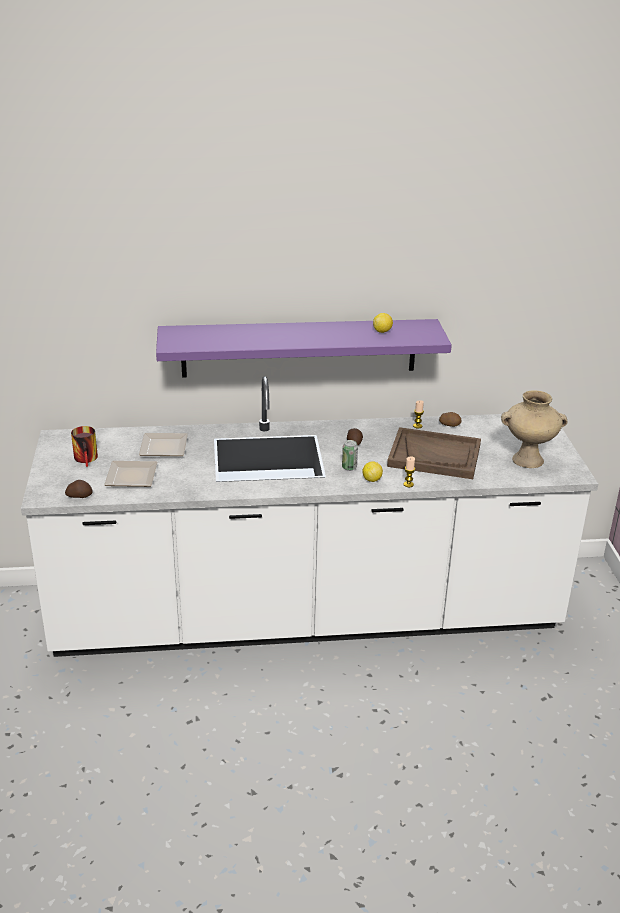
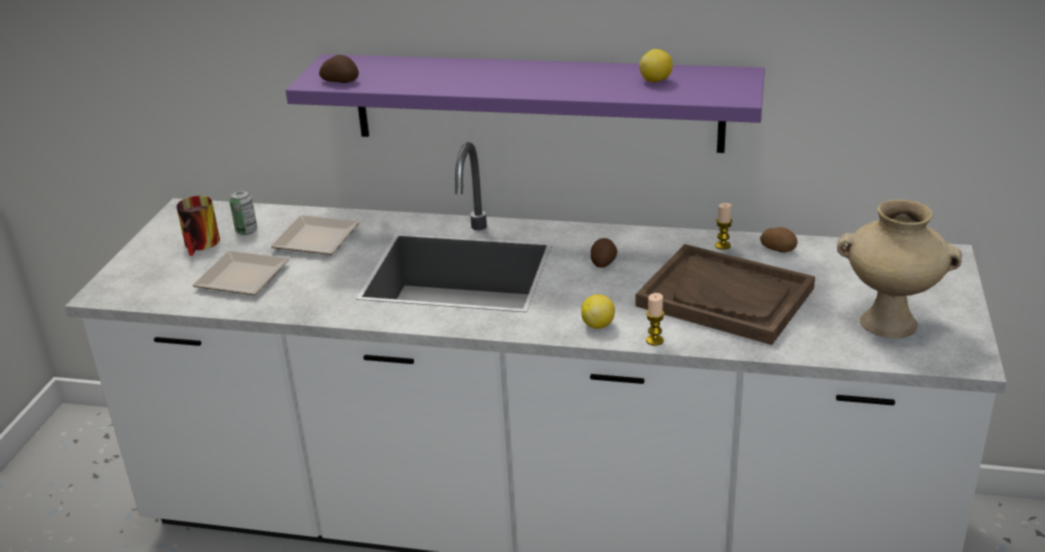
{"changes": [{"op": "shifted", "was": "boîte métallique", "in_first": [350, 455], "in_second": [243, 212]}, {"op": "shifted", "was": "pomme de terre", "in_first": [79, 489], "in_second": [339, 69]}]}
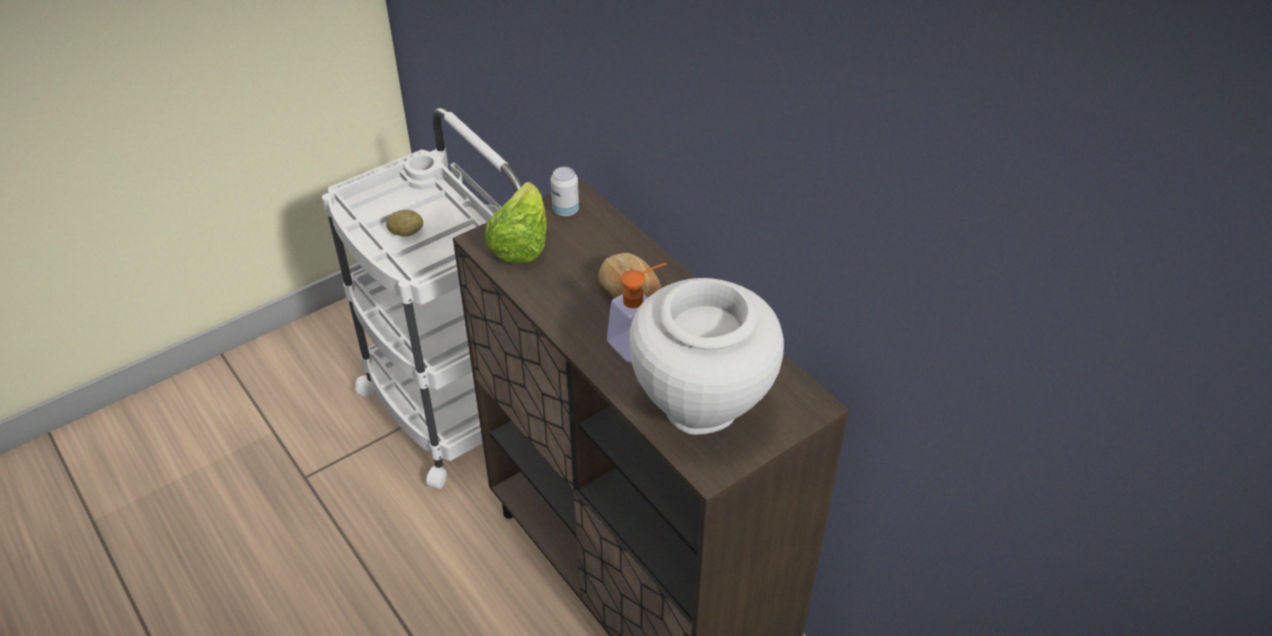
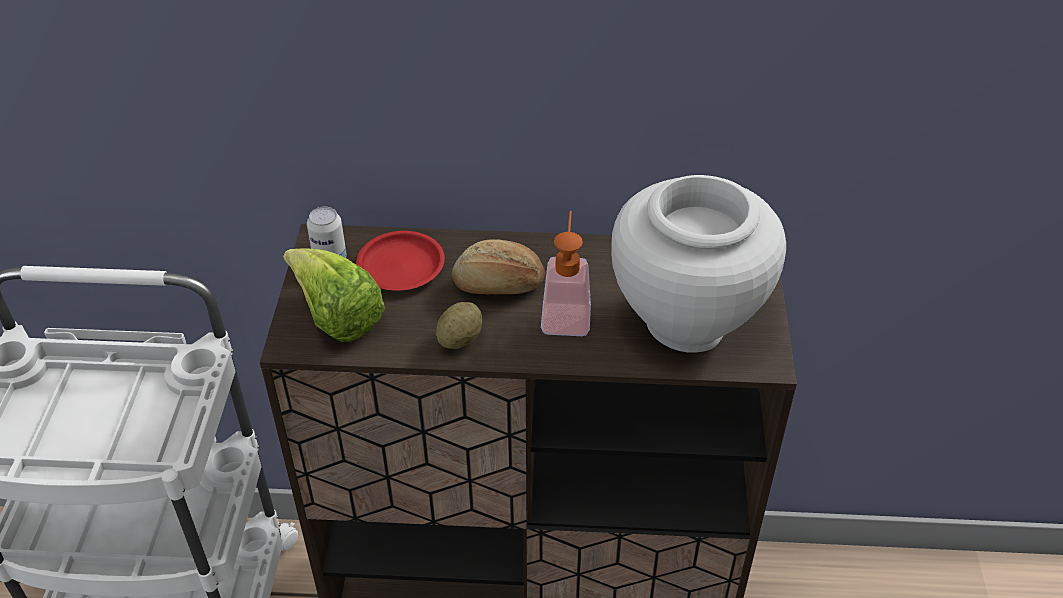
{"changes": [{"op": "new", "now": "assiette/rouge", "in_second": [400, 261]}, {"op": "shifted", "was": "pomme de terre", "in_first": [404, 223], "in_second": [459, 325]}]}
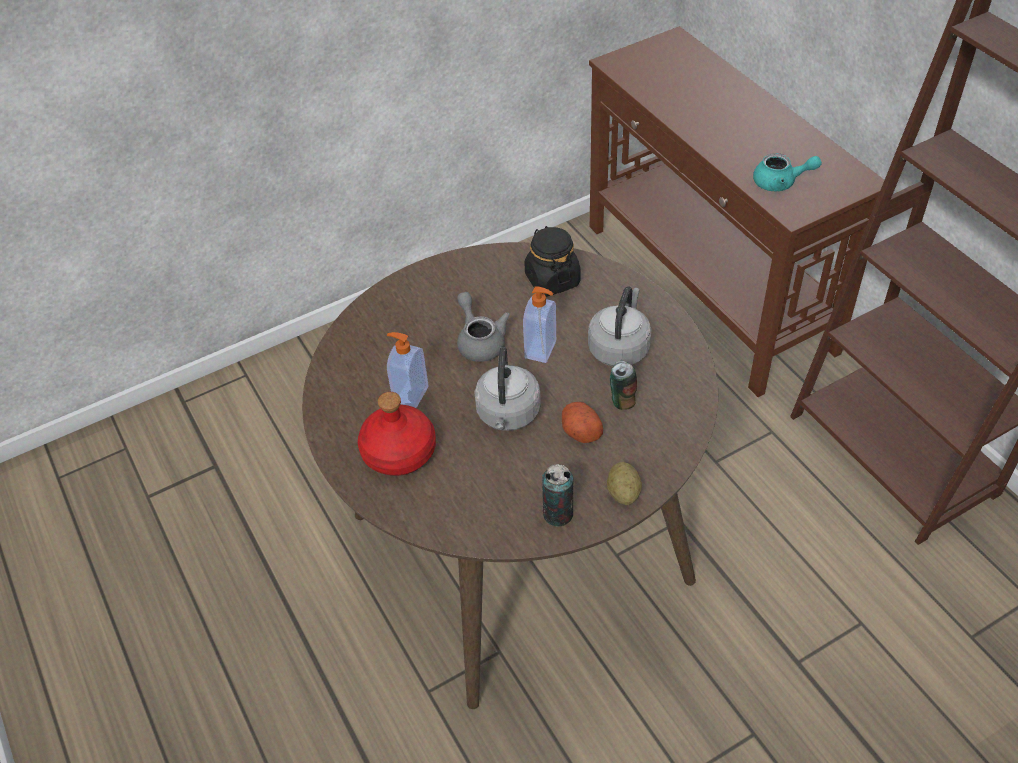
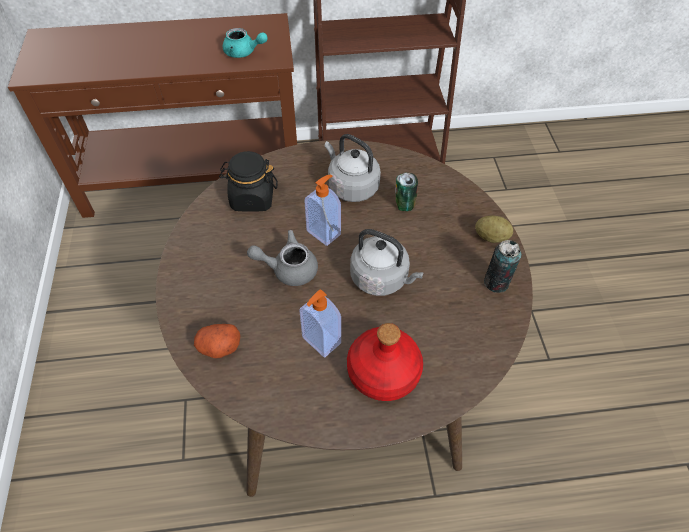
{"changes": [{"op": "shifted", "was": "pomme de terre", "in_first": [582, 422], "in_second": [217, 341]}, {"op": "rotated", "was": "théière/turquoise", "in_first": [787, 172], "in_second": [245, 43], "clockwise": 75}]}
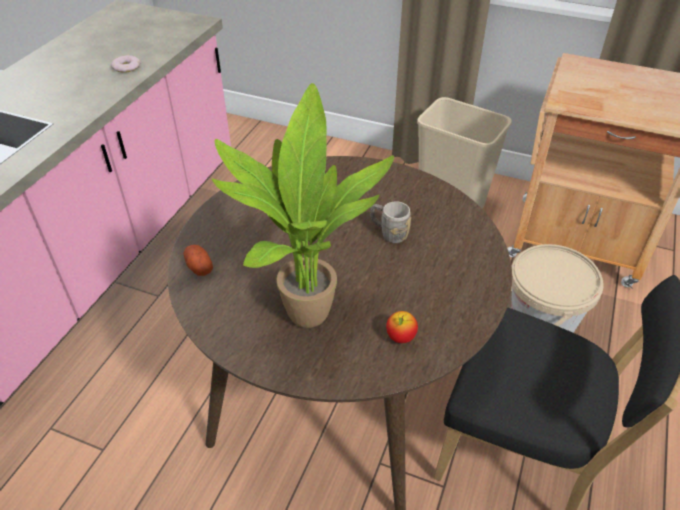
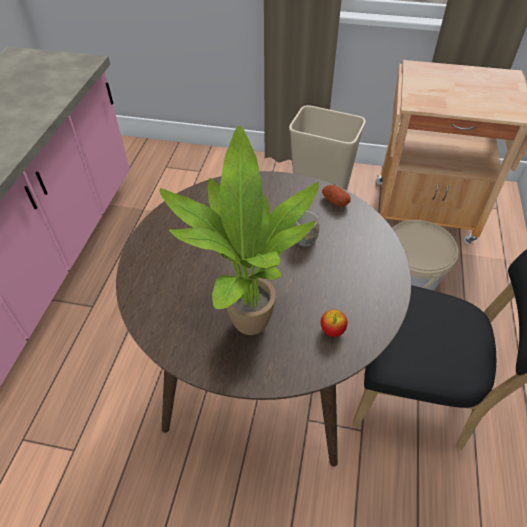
{"changes": [{"op": "shifted", "was": "pomme de terre", "in_first": [198, 260], "in_second": [336, 196]}, {"op": "gone", "was": "beignet", "in_first": [126, 64]}]}
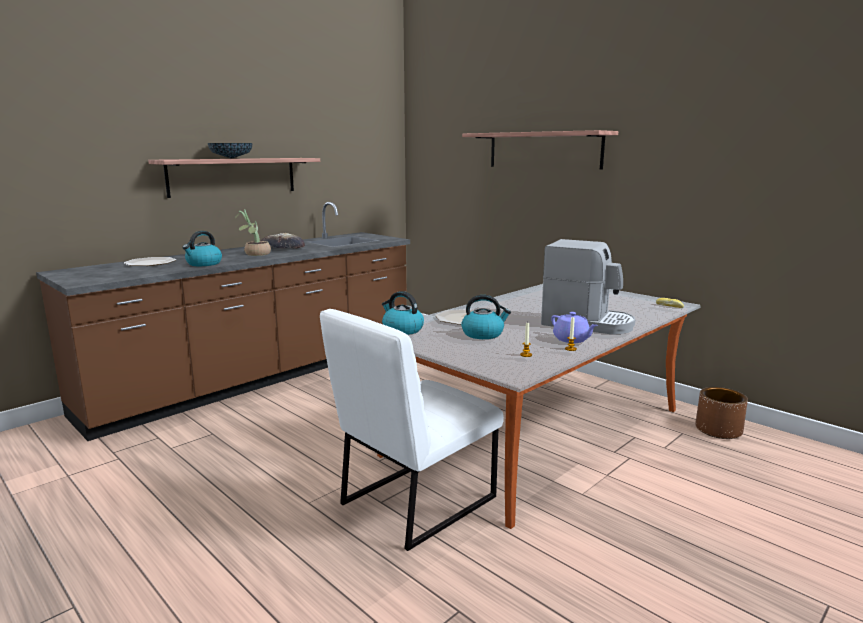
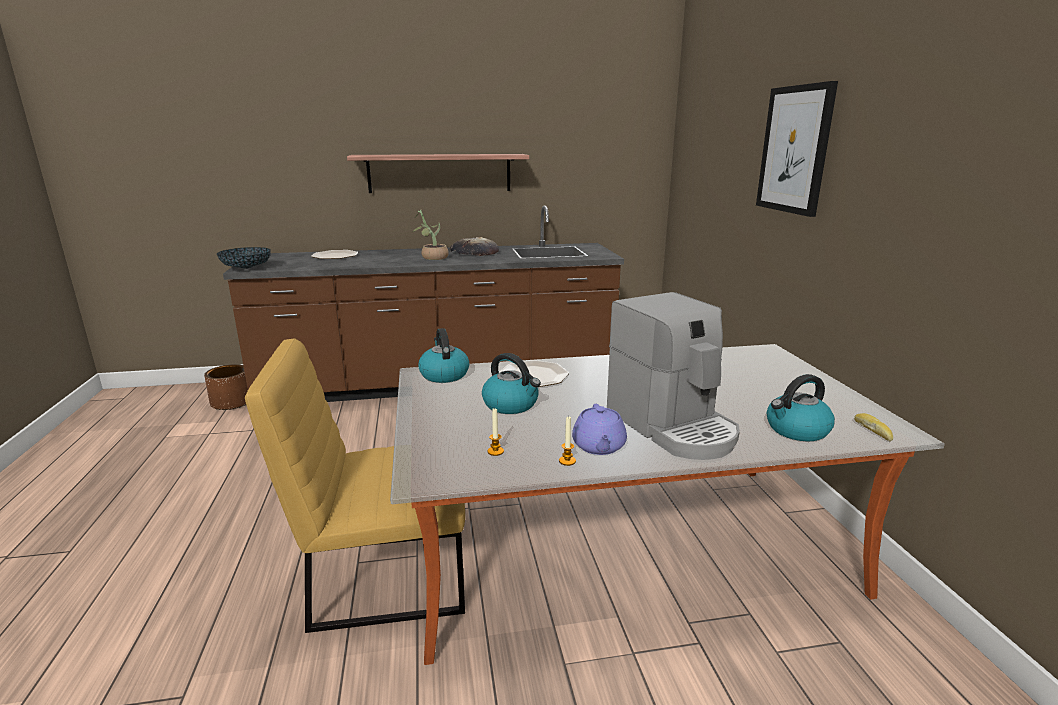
{"changes": [{"op": "shifted", "was": "cache-pot/marron", "in_first": [721, 413], "in_second": [226, 387]}, {"op": "shifted", "was": "bol", "in_first": [230, 151], "in_second": [243, 258]}, {"op": "repainted", "was": "chaise/blanc", "now": "chaise/jaune", "in_first": [412, 430], "in_second": [355, 485]}, {"op": "swapped", "was": "étagère", "now": "tableau", "in_first": [540, 150], "in_second": [797, 149]}, {"op": "shifted", "was": "bouilloire", "in_first": [202, 248], "in_second": [801, 407]}]}
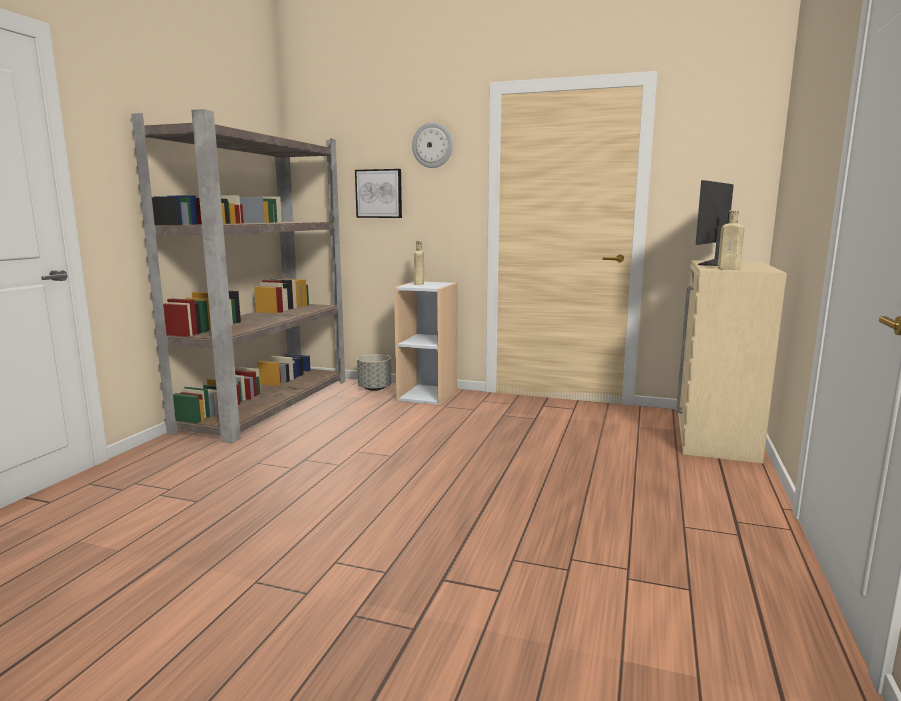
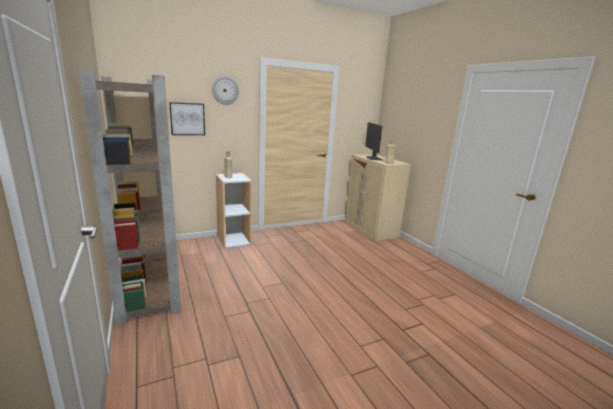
{"changes": [{"op": "gone", "was": "cache-pot/gris", "in_first": [374, 372]}]}
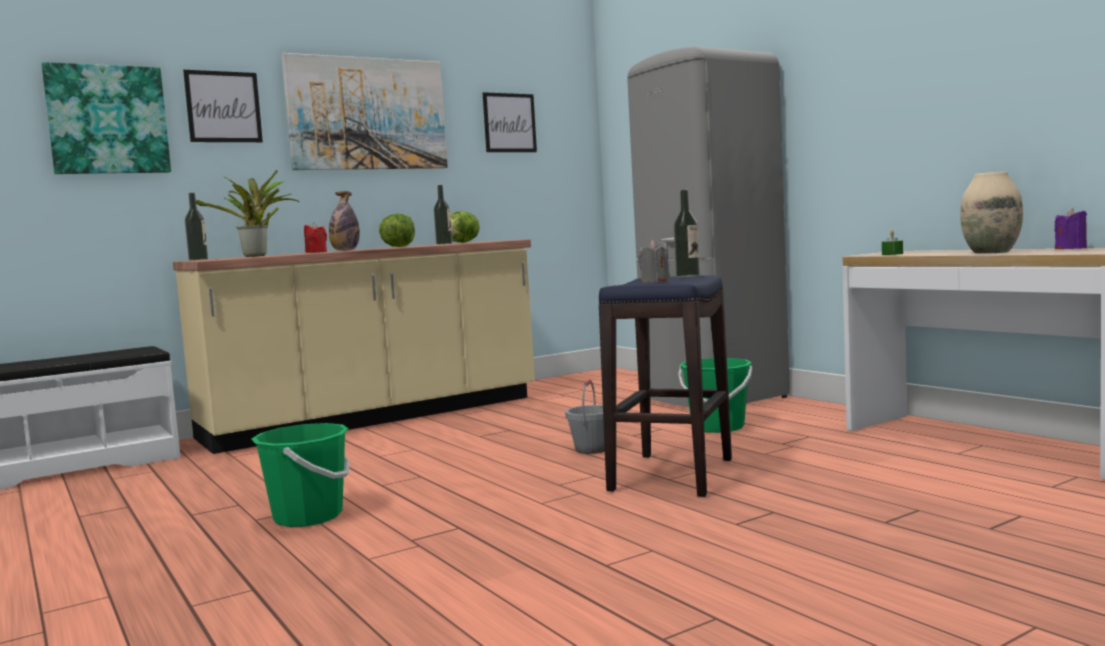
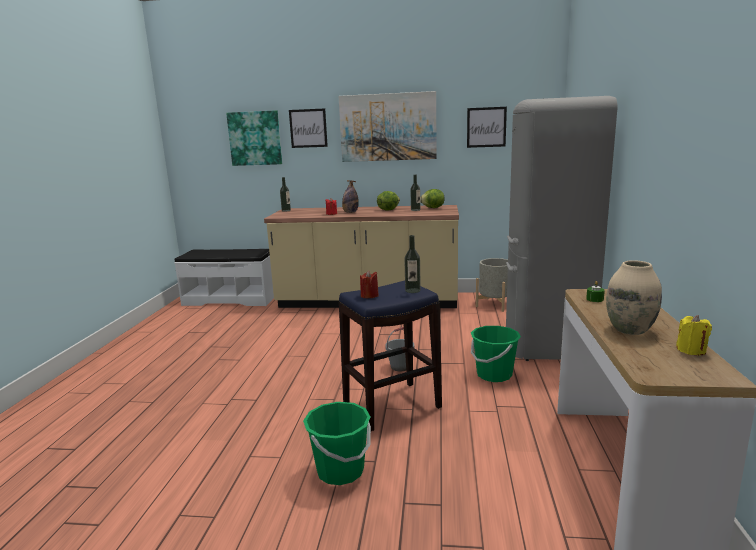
{"changes": [{"op": "shifted", "was": "seau/vert", "in_first": [301, 475], "in_second": [337, 443]}, {"op": "repainted", "was": "bougie/gris", "now": "bougie/rouge", "in_first": [654, 261], "in_second": [369, 284]}, {"op": "new", "now": "cache-pot/gris", "in_second": [492, 285]}, {"op": "repainted", "was": "bougie/violet", "now": "bougie/jaune", "in_first": [1070, 228], "in_second": [694, 335]}, {"op": "gone", "was": "plante en pot", "in_first": [247, 213]}]}
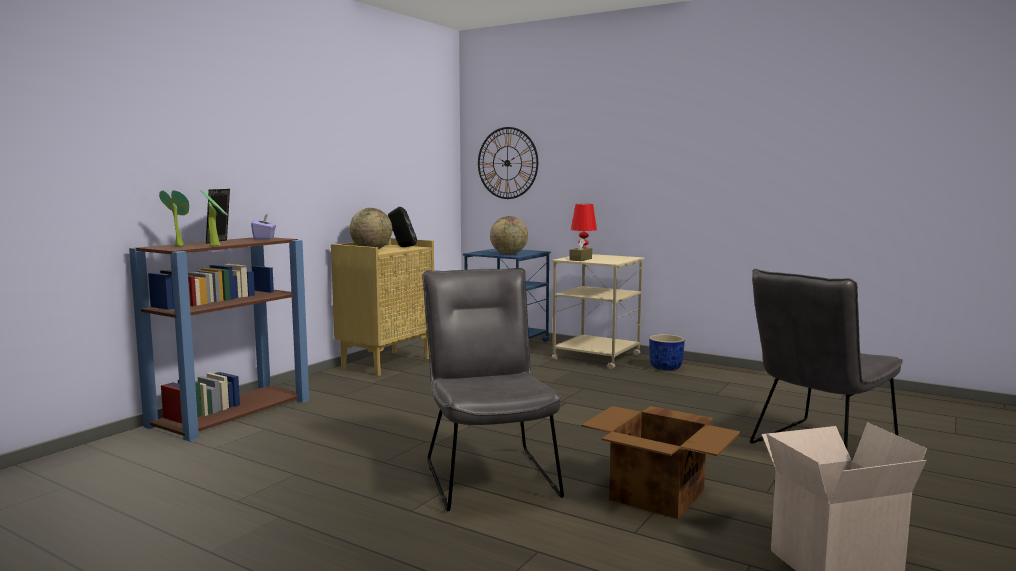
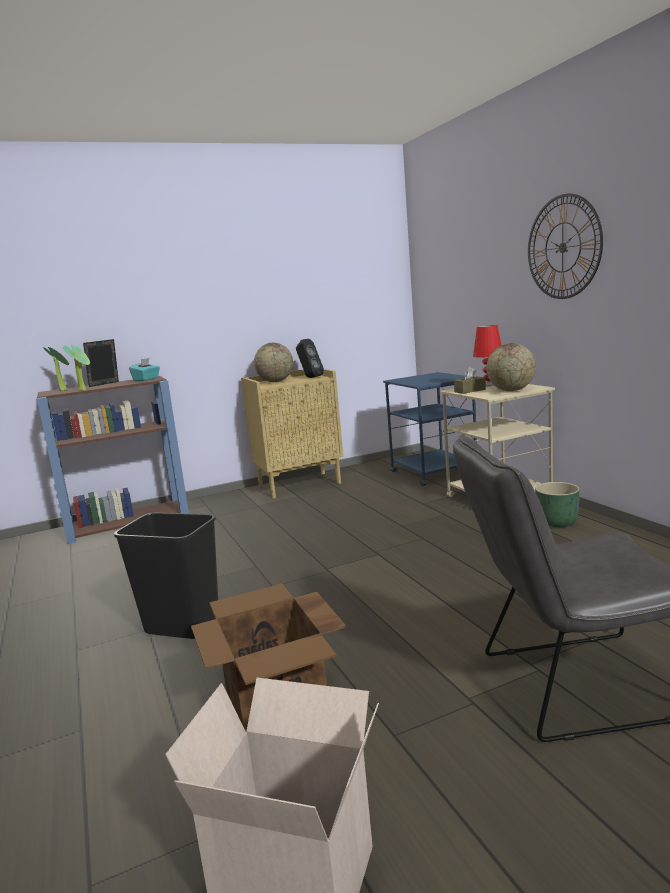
{"changes": [{"op": "swapped", "was": "chaise/gris", "now": "poubelle/noir", "in_first": [493, 389], "in_second": [166, 576]}, {"op": "repainted", "was": "boîte à mouchoirs/violet", "now": "boîte à mouchoirs/turquoise", "in_first": [263, 227], "in_second": [144, 369]}, {"op": "shifted", "was": "globe", "in_first": [509, 235], "in_second": [511, 367]}, {"op": "shifted", "was": "horloge murale", "in_first": [508, 163], "in_second": [565, 246]}, {"op": "repainted", "was": "cache-pot/bleu", "now": "cache-pot/vert", "in_first": [667, 352], "in_second": [557, 504]}]}
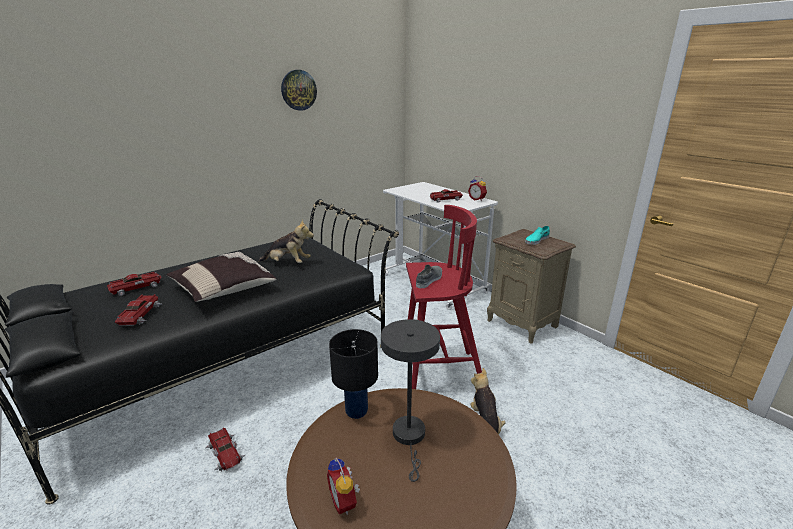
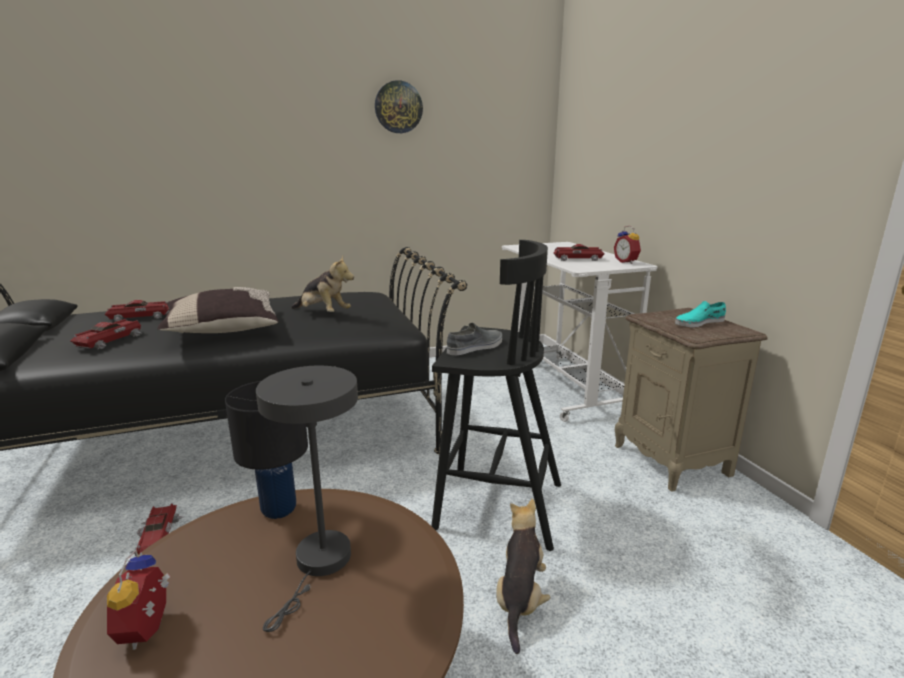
{"changes": [{"op": "repainted", "was": "tabouret/rouge", "now": "tabouret/noir", "in_first": [444, 297], "in_second": [496, 395]}]}
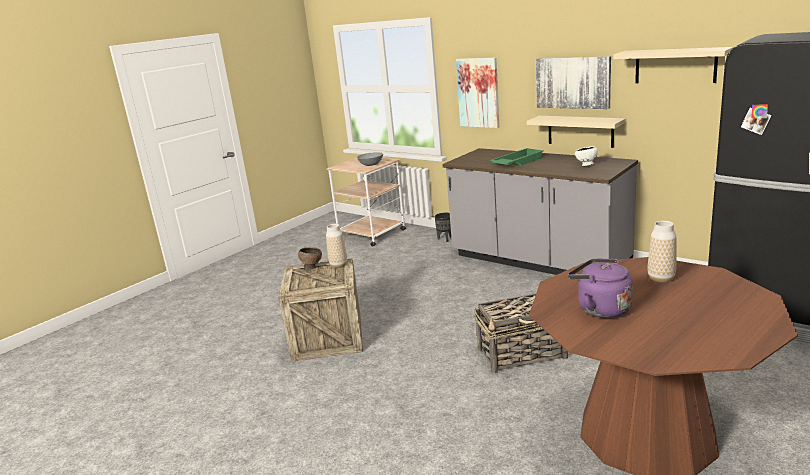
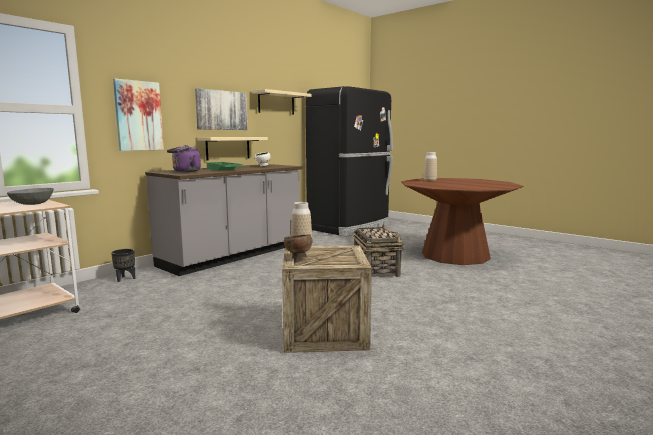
{"changes": [{"op": "shifted", "was": "bouilloire/violet", "in_first": [600, 288], "in_second": [184, 158]}]}
